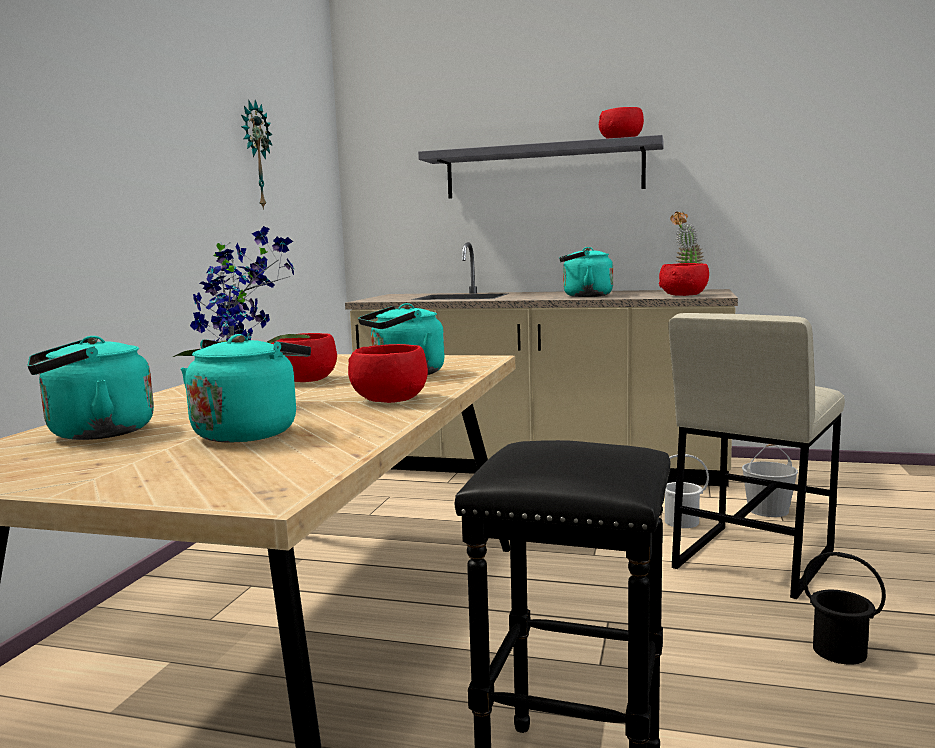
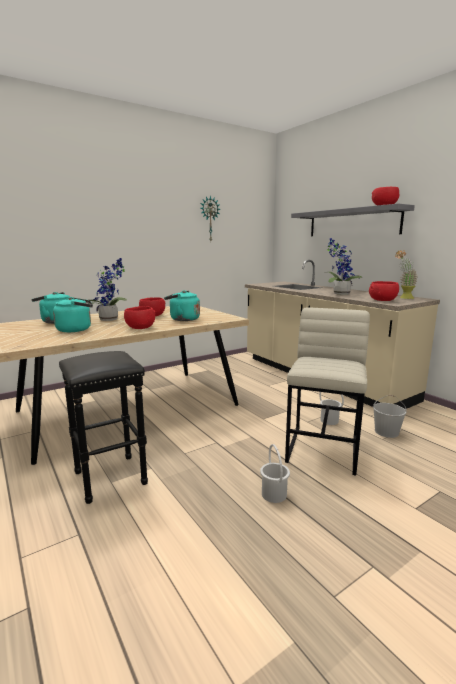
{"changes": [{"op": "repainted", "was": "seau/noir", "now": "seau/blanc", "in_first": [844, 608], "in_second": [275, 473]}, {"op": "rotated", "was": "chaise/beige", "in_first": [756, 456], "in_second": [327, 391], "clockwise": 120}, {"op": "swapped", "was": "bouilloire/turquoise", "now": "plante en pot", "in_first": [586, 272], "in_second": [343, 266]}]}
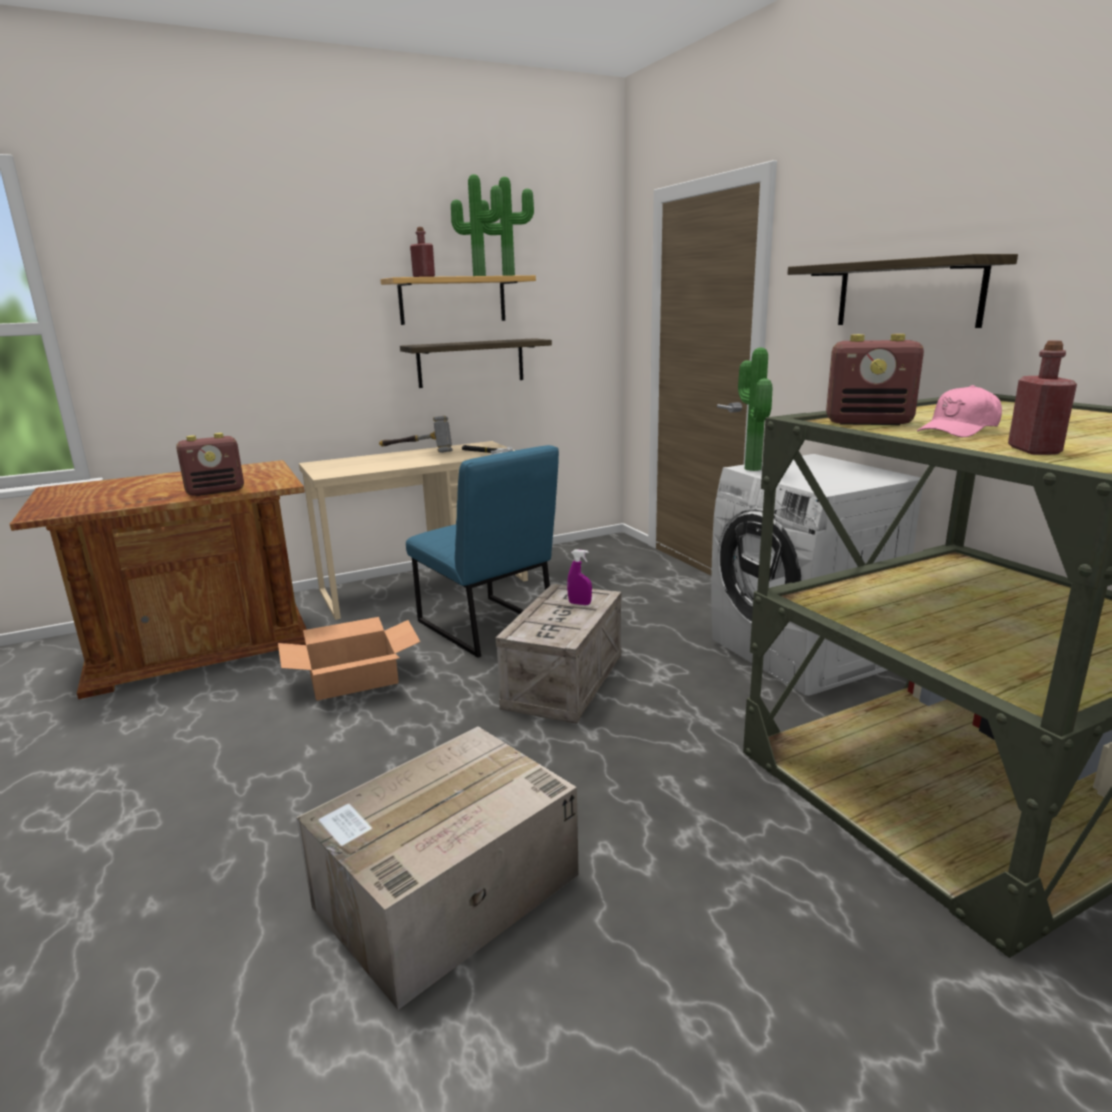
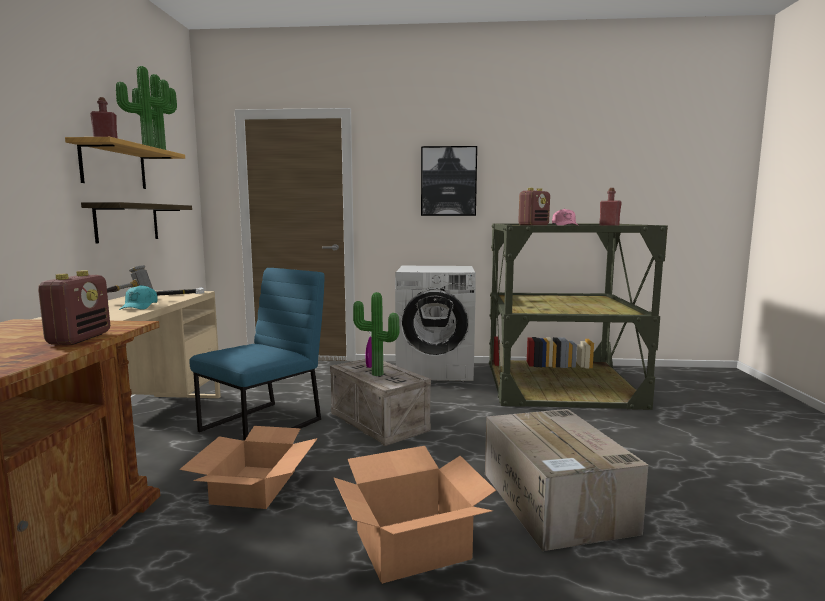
{"changes": [{"op": "new", "now": "casquette/turquoise", "in_second": [138, 297]}, {"op": "rotated", "was": "chaise/bleu", "in_first": [482, 551], "in_second": [257, 354], "clockwise": -45}, {"op": "new", "now": "carton", "in_second": [414, 515]}, {"op": "shifted", "was": "plante en pot", "in_first": [755, 409], "in_second": [376, 334]}, {"op": "swapped", "was": "étagère", "now": "tableau", "in_first": [903, 291], "in_second": [449, 181]}]}
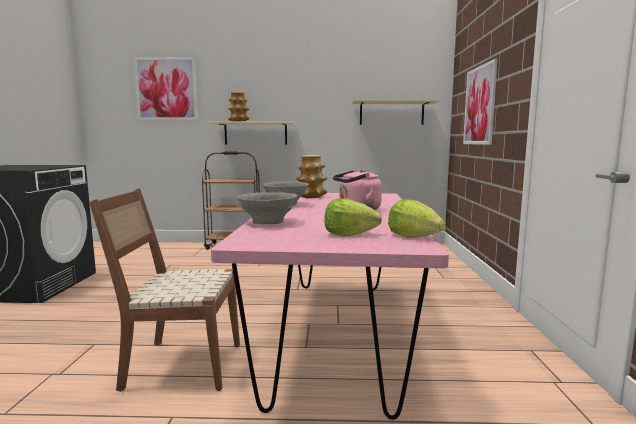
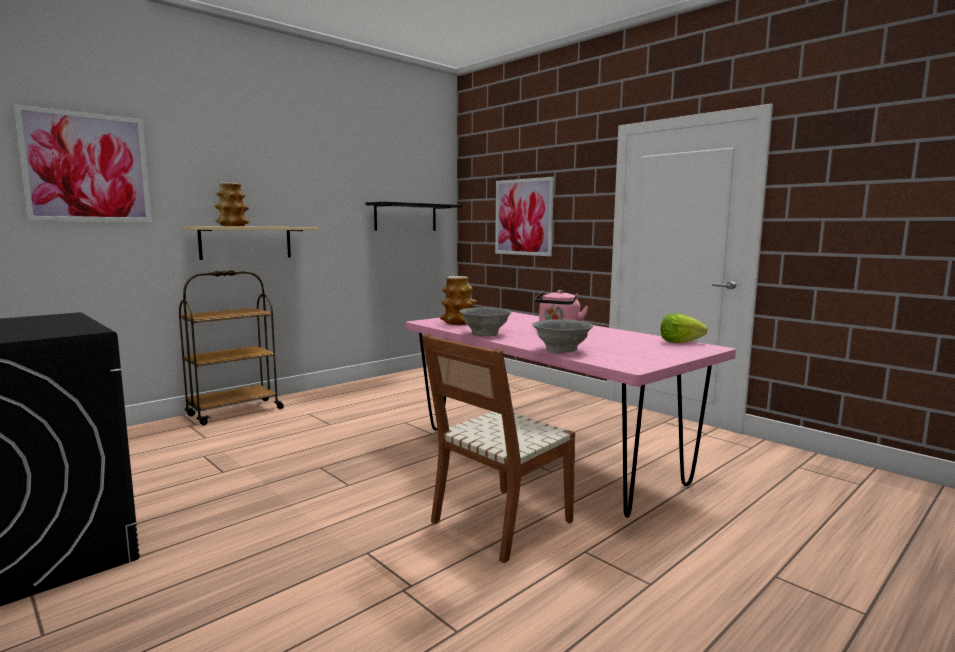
{"changes": [{"op": "repainted", "was": "étagère/beige", "now": "étagère/noir", "in_first": [396, 112], "in_second": [413, 216]}, {"op": "gone", "was": "laitue", "in_first": [353, 217]}]}
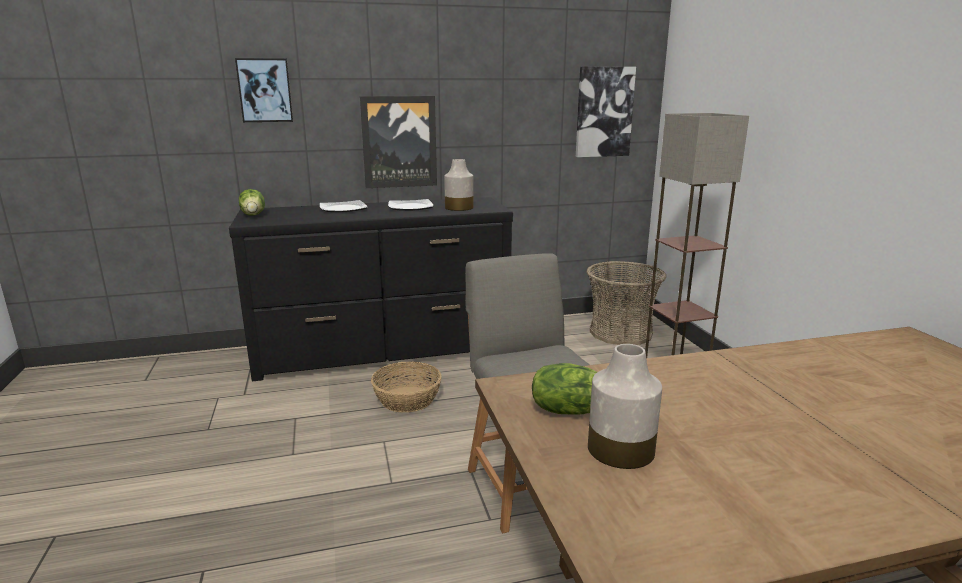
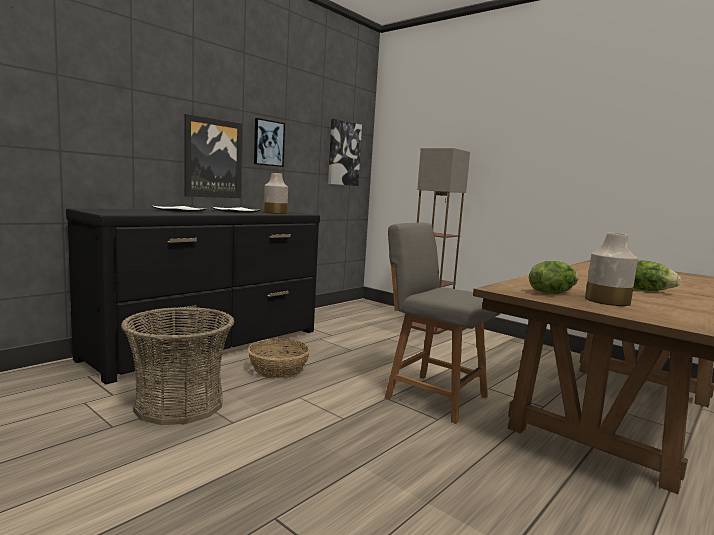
{"changes": [{"op": "shifted", "was": "panier", "in_first": [626, 303], "in_second": [178, 366]}, {"op": "shifted", "was": "tableau", "in_first": [264, 90], "in_second": [269, 142]}, {"op": "shifted", "was": "laitue", "in_first": [252, 202], "in_second": [657, 275]}]}
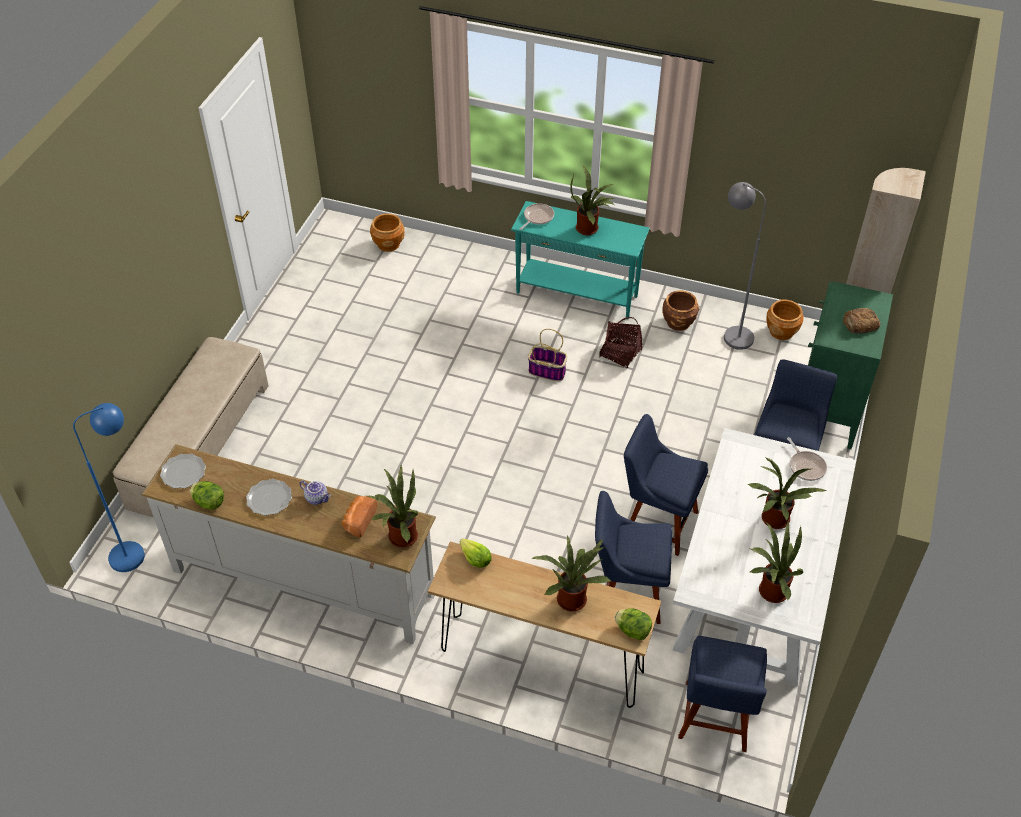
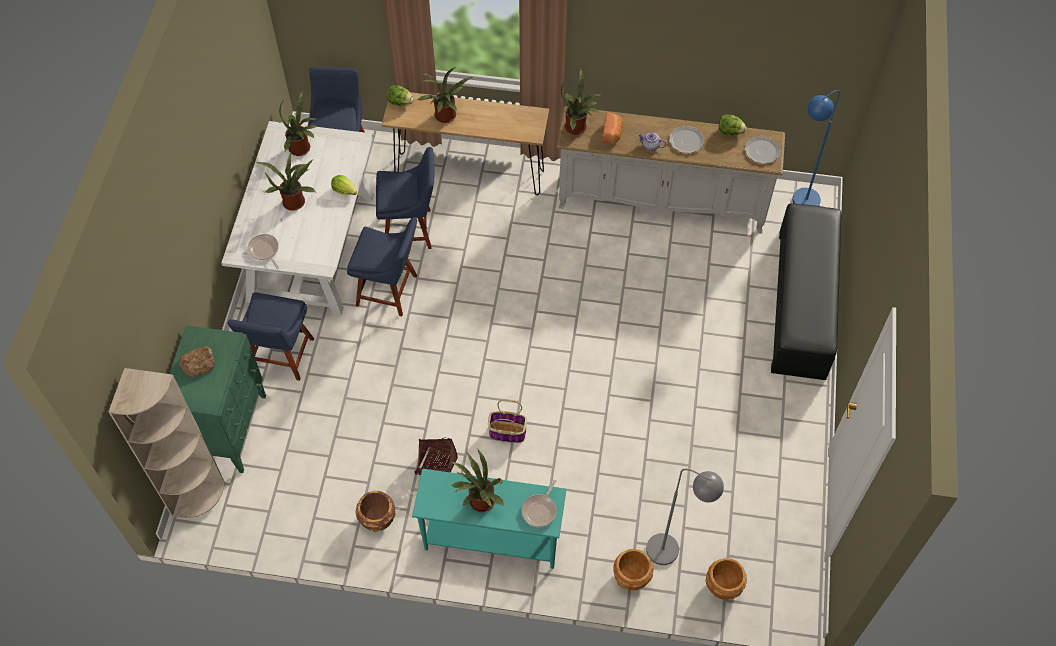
{"changes": [{"op": "shifted", "was": "laitue", "in_first": [476, 553], "in_second": [344, 185]}, {"op": "shifted", "was": "cache-pot/marron", "in_first": [785, 320], "in_second": [633, 569]}, {"op": "shifted", "was": "lampadaire/gris", "in_first": [745, 266], "in_second": [685, 517]}, {"op": "repainted", "was": "banc/beige", "now": "banc/noir", "in_first": [191, 427], "in_second": [806, 291]}]}
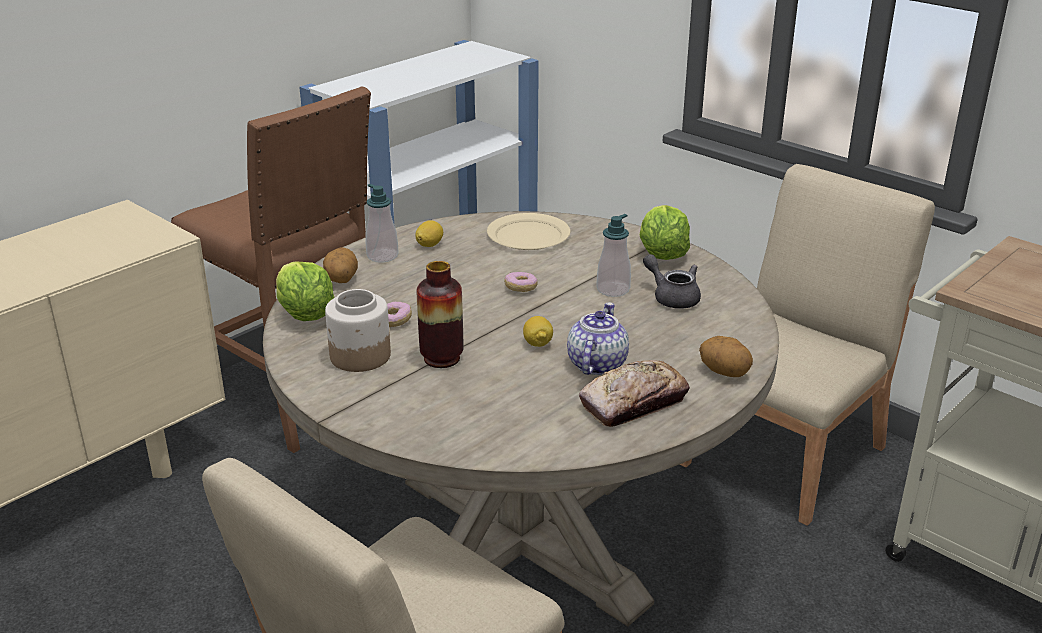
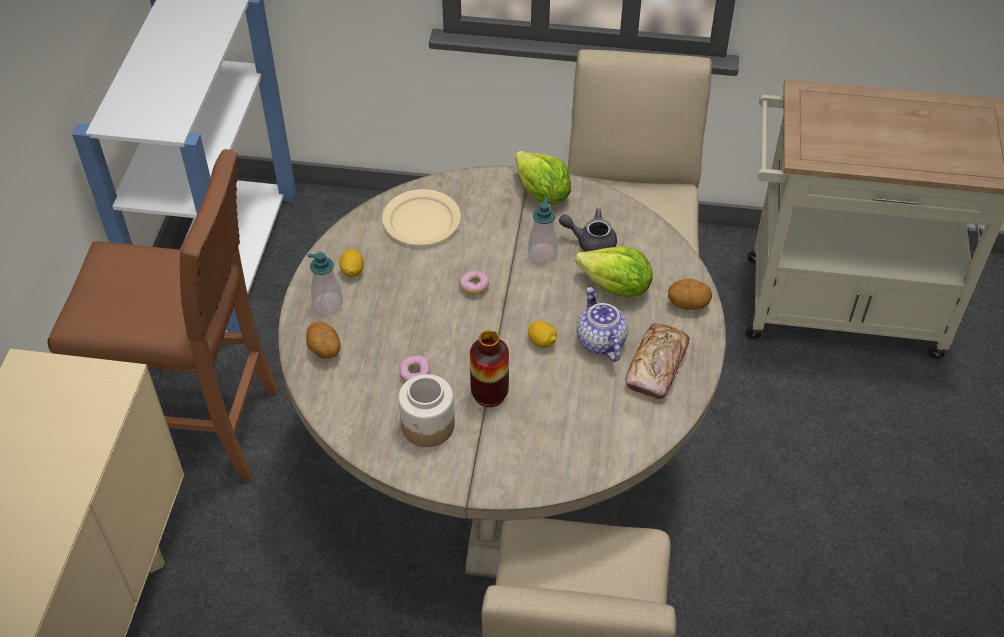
{"changes": [{"op": "shifted", "was": "laitue", "in_first": [305, 291], "in_second": [614, 272]}]}
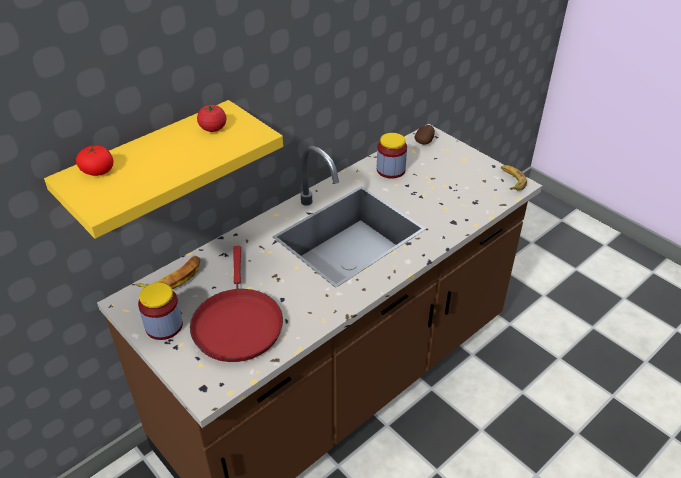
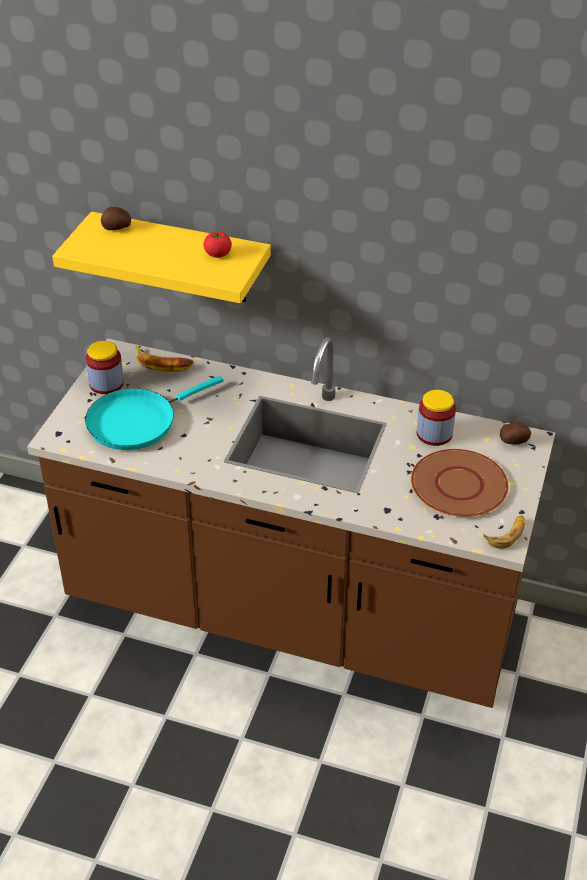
{"changes": [{"op": "repainted", "was": "poêle/rouge", "now": "poêle/turquoise", "in_first": [236, 304], "in_second": [154, 413]}, {"op": "swapped", "was": "tomate", "now": "pomme de terre", "in_first": [95, 161], "in_second": [116, 218]}, {"op": "new", "now": "assiette/marron", "in_second": [460, 483]}]}
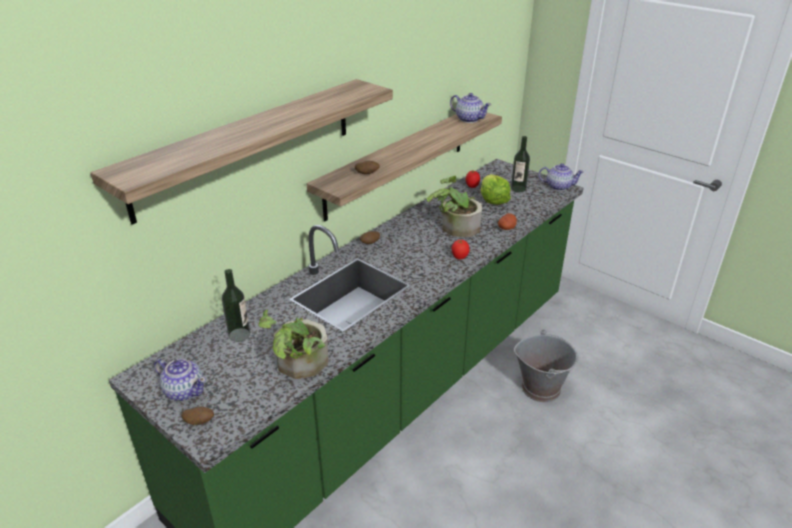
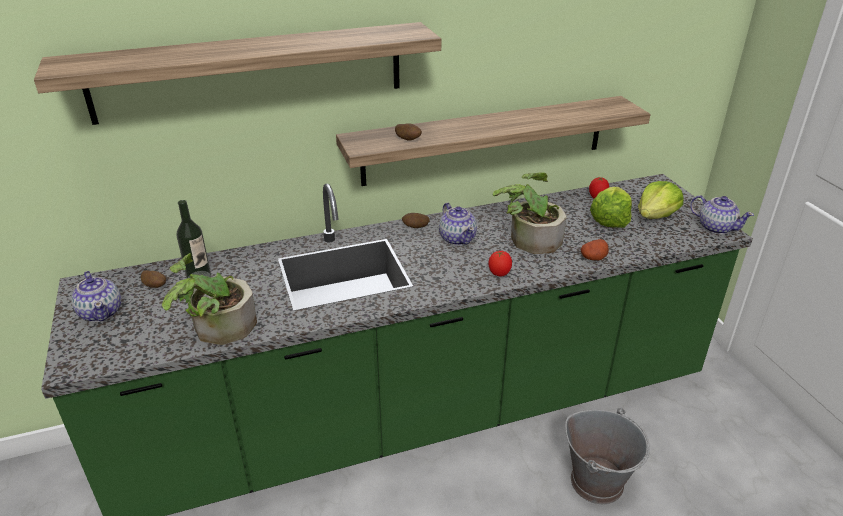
{"changes": [{"op": "shifted", "was": "pomme de terre", "in_first": [197, 416], "in_second": [153, 279]}, {"op": "shifted", "was": "théière", "in_first": [470, 108], "in_second": [458, 224]}, {"op": "swapped", "was": "bouteille", "now": "laitue", "in_first": [520, 164], "in_second": [661, 200]}]}
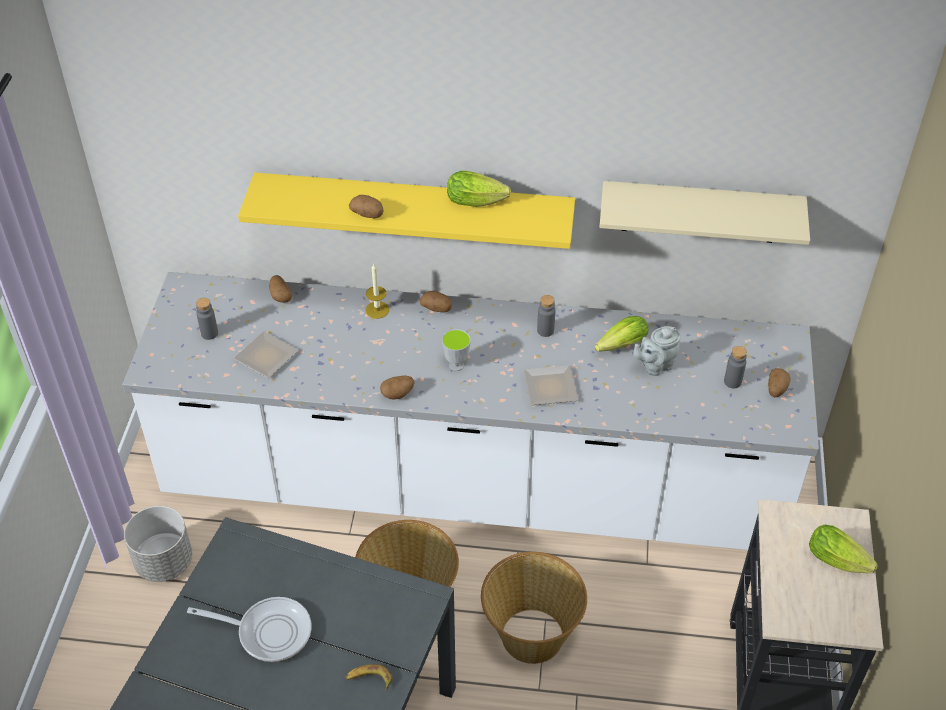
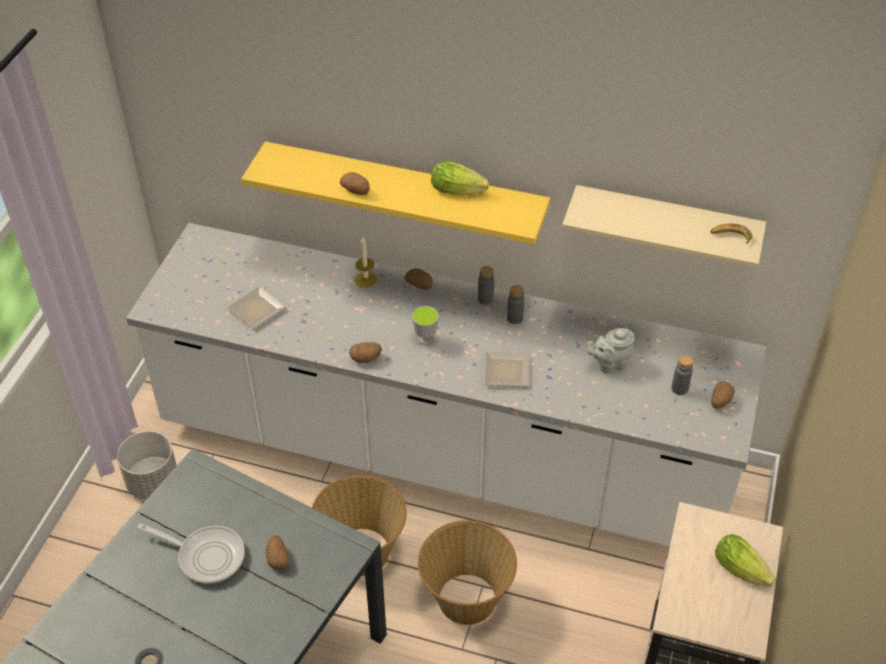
{"changes": [{"op": "shifted", "was": "pomme de terre", "in_first": [280, 289], "in_second": [277, 552]}, {"op": "shifted", "was": "bouteille/gris", "in_first": [207, 319], "in_second": [486, 285]}, {"op": "shifted", "was": "banane", "in_first": [369, 677], "in_second": [731, 233]}, {"op": "gone", "was": "laitue", "in_first": [622, 333]}]}
